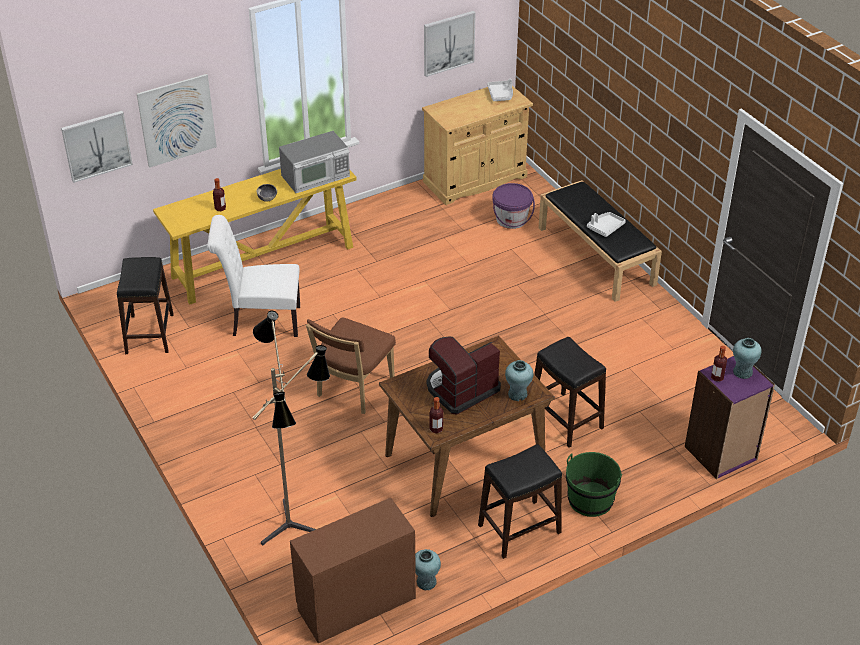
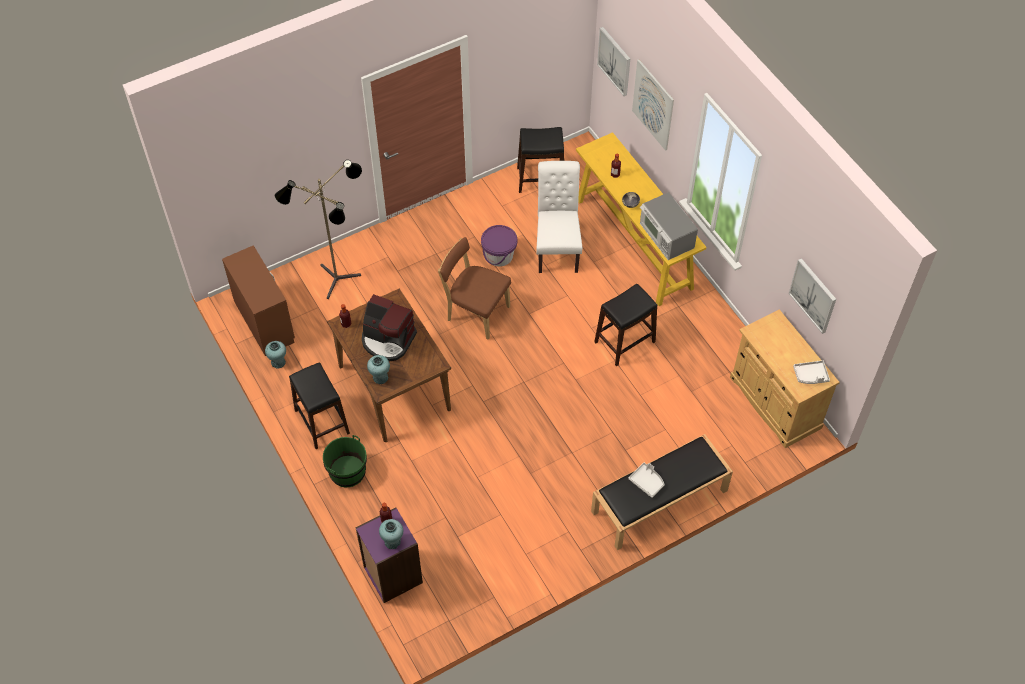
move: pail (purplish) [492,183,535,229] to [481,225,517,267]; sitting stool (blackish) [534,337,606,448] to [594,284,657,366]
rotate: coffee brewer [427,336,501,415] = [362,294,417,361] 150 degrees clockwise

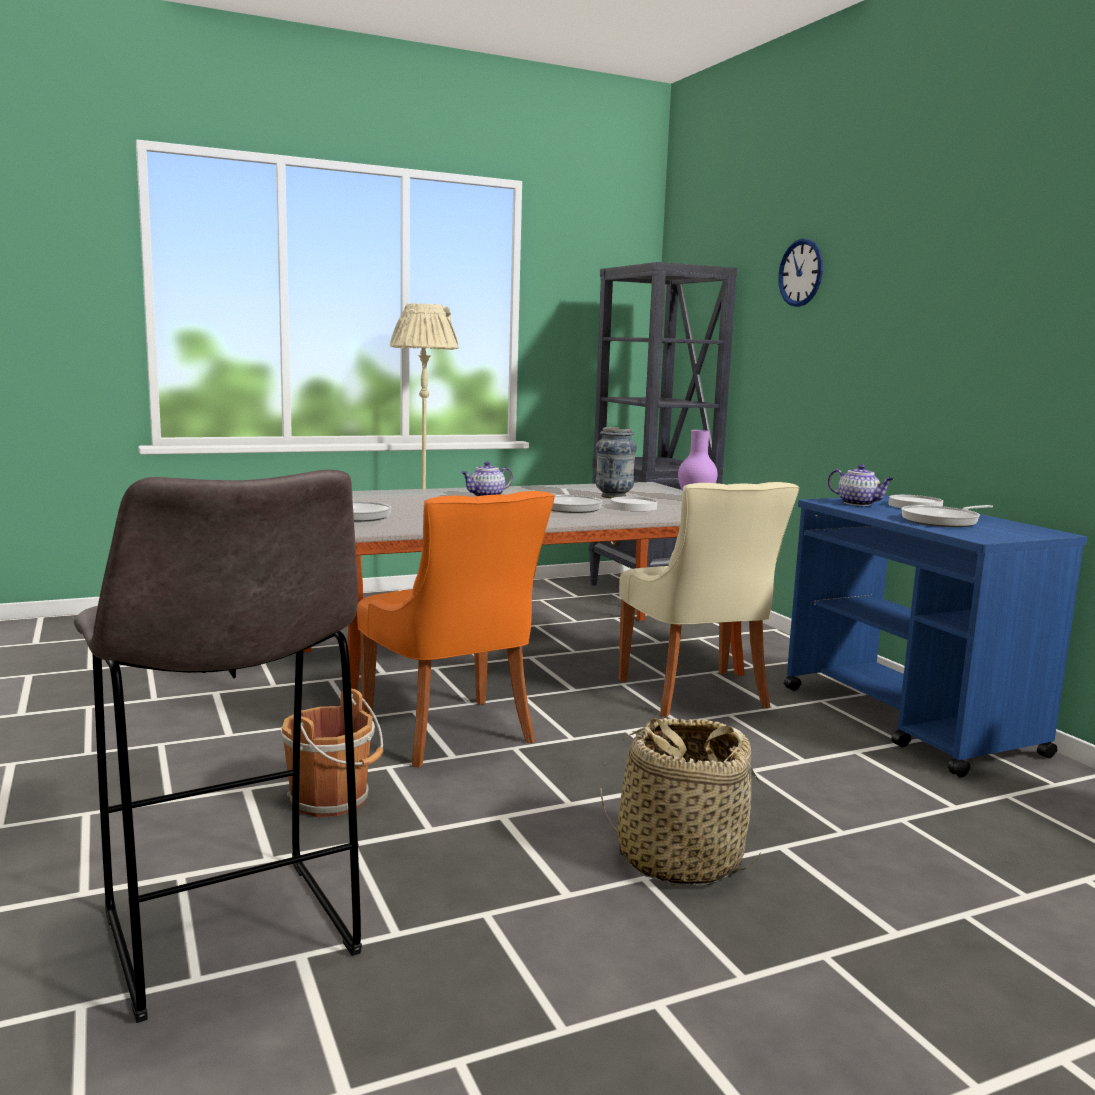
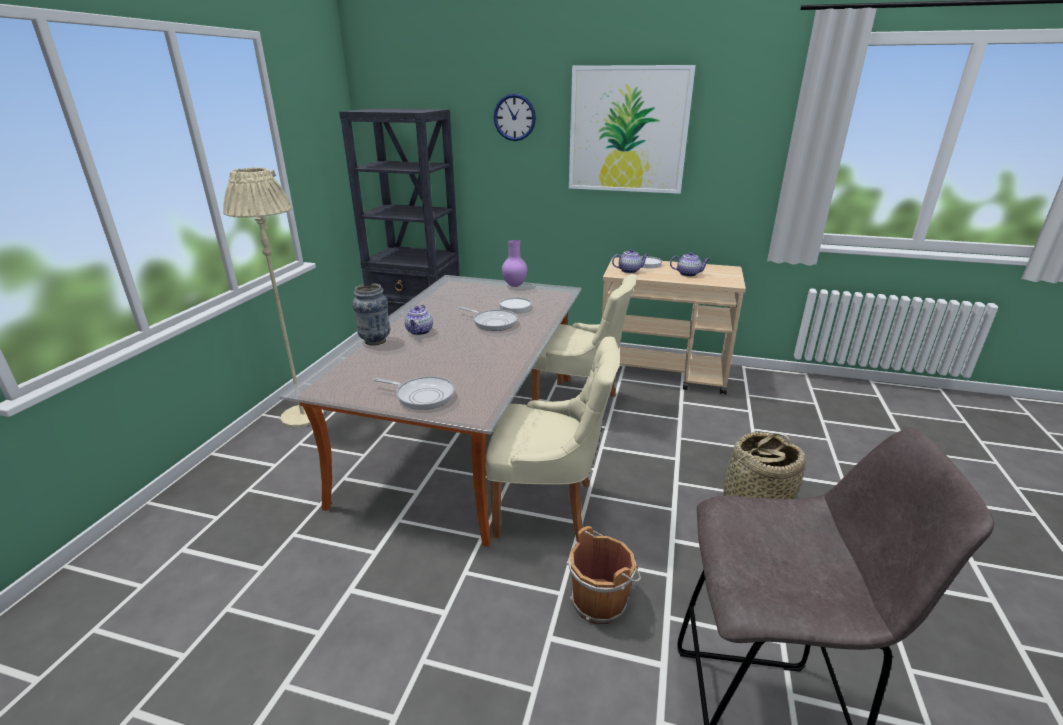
insert: wall art [569,65,696,194]
move: decorative vase [595,427,637,498] to [352,283,390,346]
replace: pan [901,505,993,527] to tea pot [670,252,710,277]
recolor: plain chair (orangey) [357,491,555,768] to plain chair (beige) [485,337,620,542]; trolley (bluish) [784,496,1087,778] to trolley (beige) [602,257,746,395]

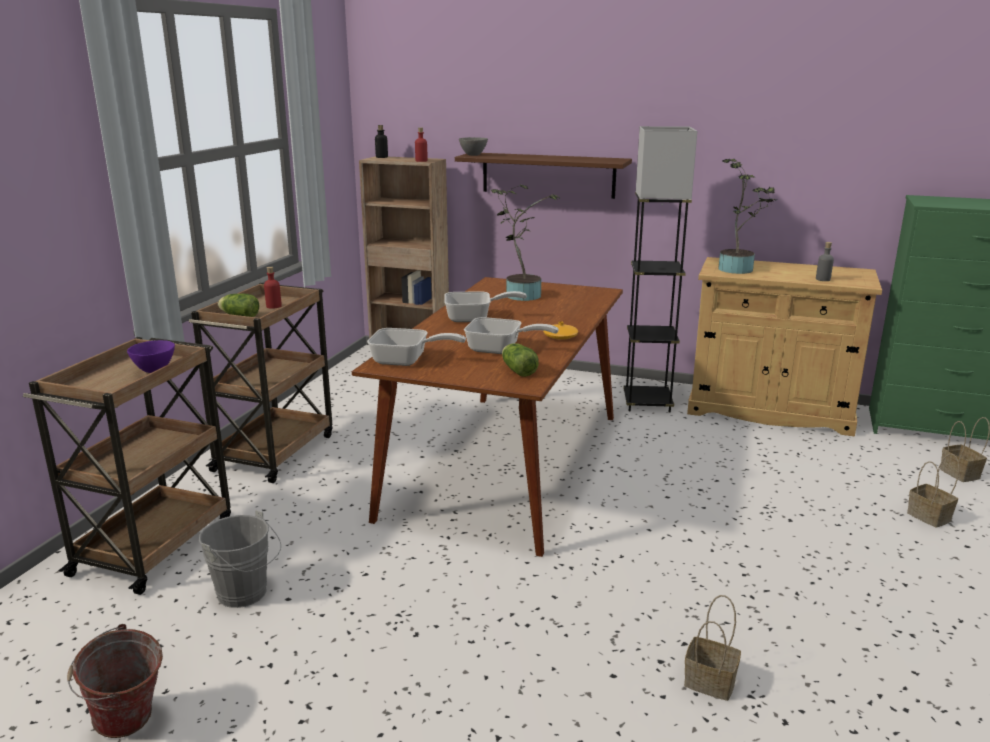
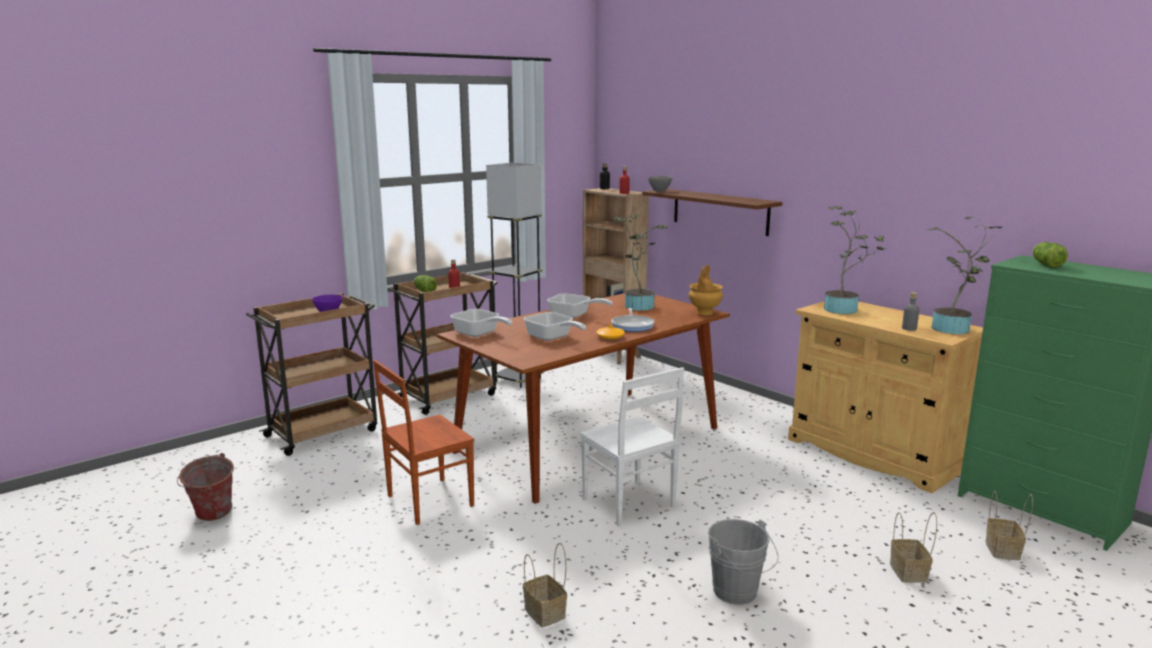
insert: plain chair (brown) [373,360,474,525]; plain chair (white-coloured) [580,367,684,527]; pan [611,308,654,332]; decorative vase (brown) [688,265,723,315]; houseplant [928,216,1002,334]
move: floor lamp (gray) [623,126,697,413] to [486,163,544,388]; pail (gray) [199,510,281,608] to [708,519,778,605]; head of lettuce [502,343,539,377] to [1032,242,1068,268]

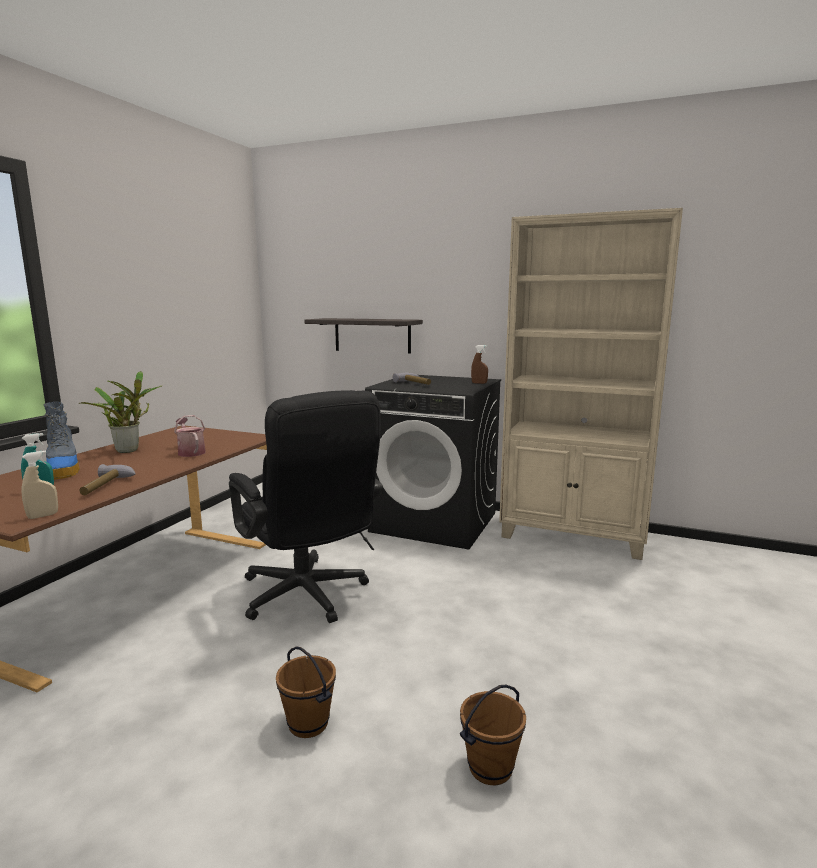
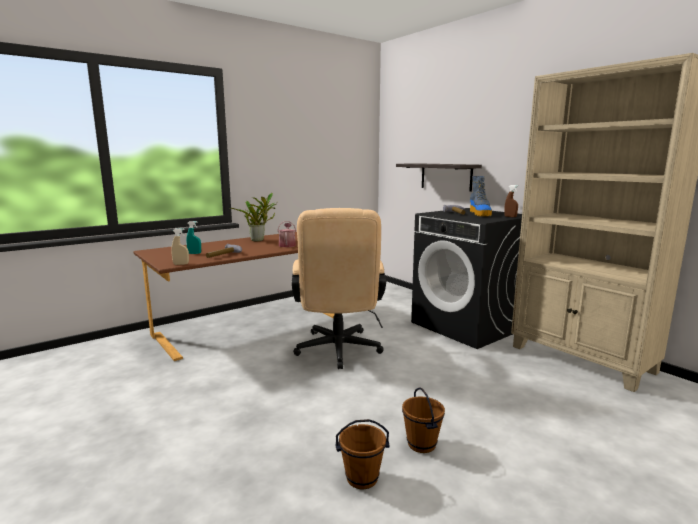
move: pail (brown) [276,646,336,738] to [402,387,445,453]; high-top boot [43,402,80,480] to [470,176,492,216]
recolor: office chair (blackish) [229,390,383,623] to office chair (beige) [292,208,386,369]

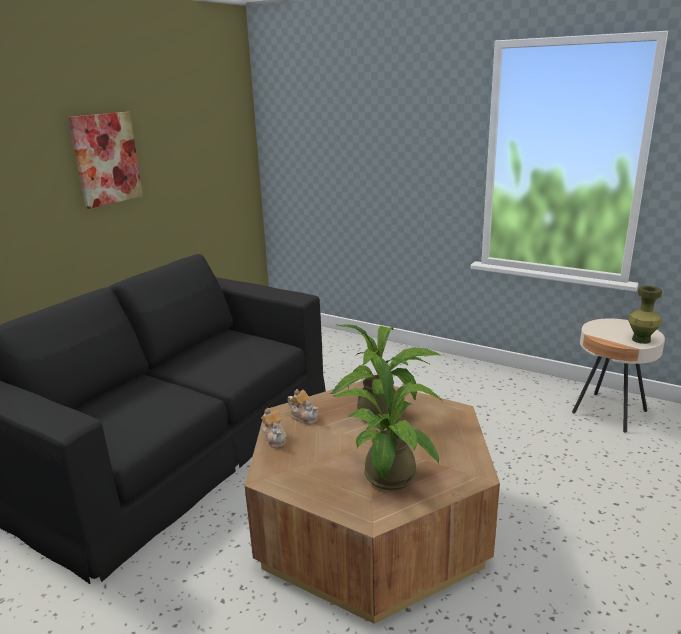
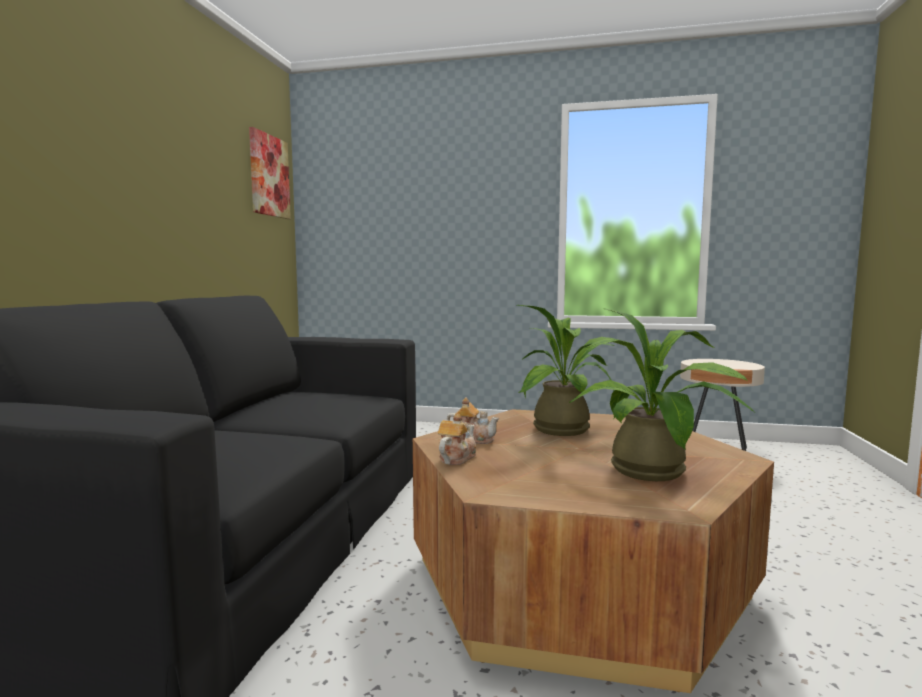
delete: decorative vase (greenish) [628,286,662,344]
move: wall art [68,112,143,209] to [249,127,291,219]
rotate: tea pot [261,408,287,448] = [438,413,476,465] 105 degrees counterclockwise

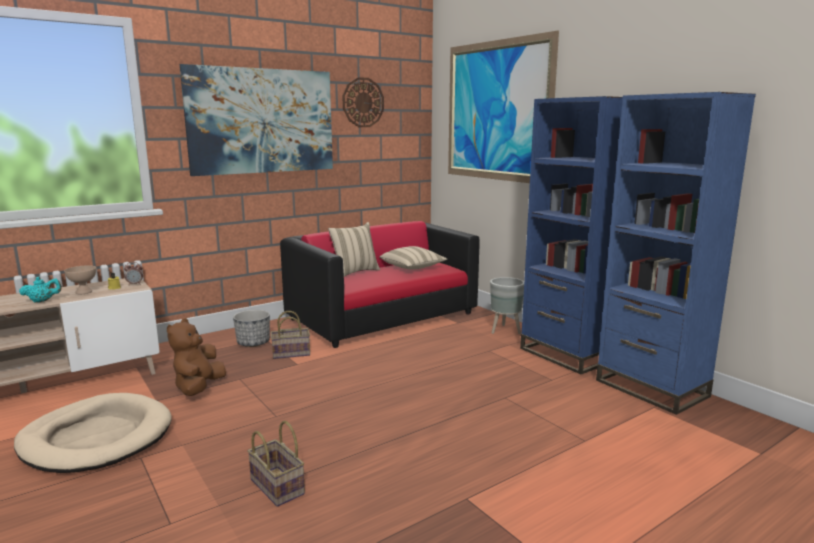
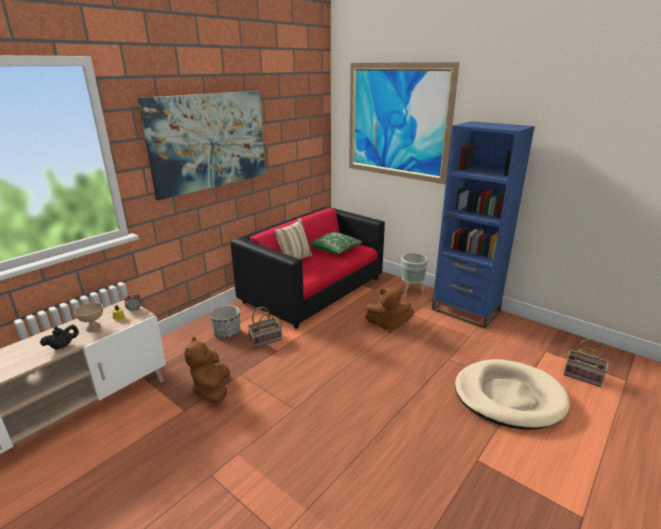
delete: clock on the wall [342,77,384,127]; bookshelf (bluish) [596,92,756,415]
insert: soft toy (brown) [365,287,414,333]
move: dog bed (beige) [14,393,172,473] to [455,359,569,430]; household basket [247,421,305,507] to [563,339,609,387]
recolor: tea pot (turquoise-coloured) [19,277,62,303] to tea pot (blackish) [40,324,79,350]; cushion (beige) [380,246,447,270] to cushion (greenish) [309,232,363,254]

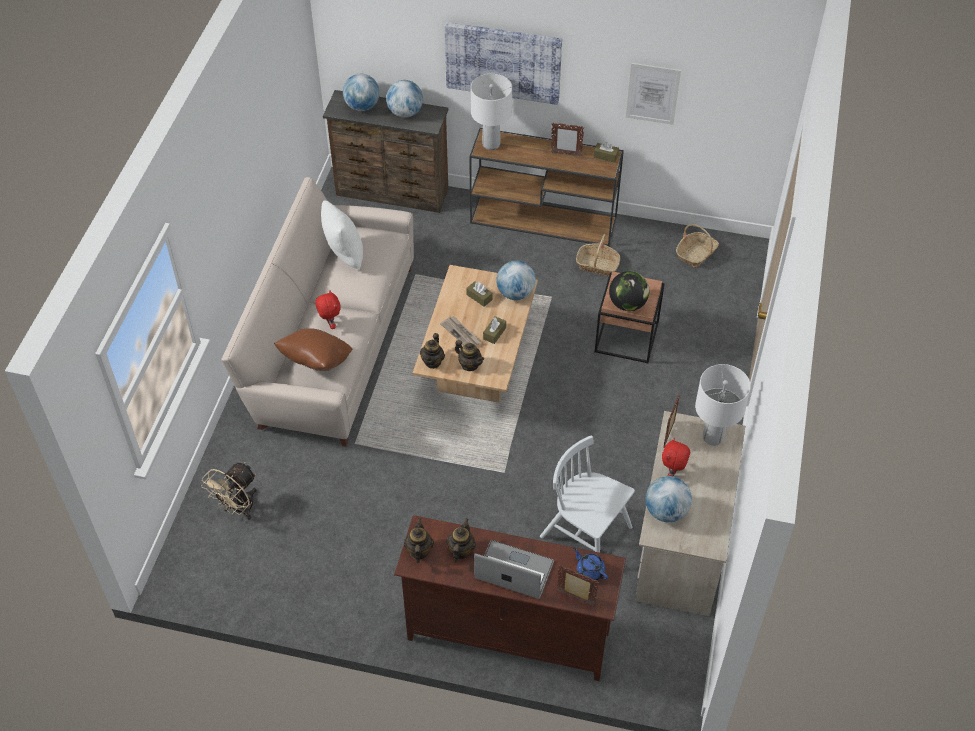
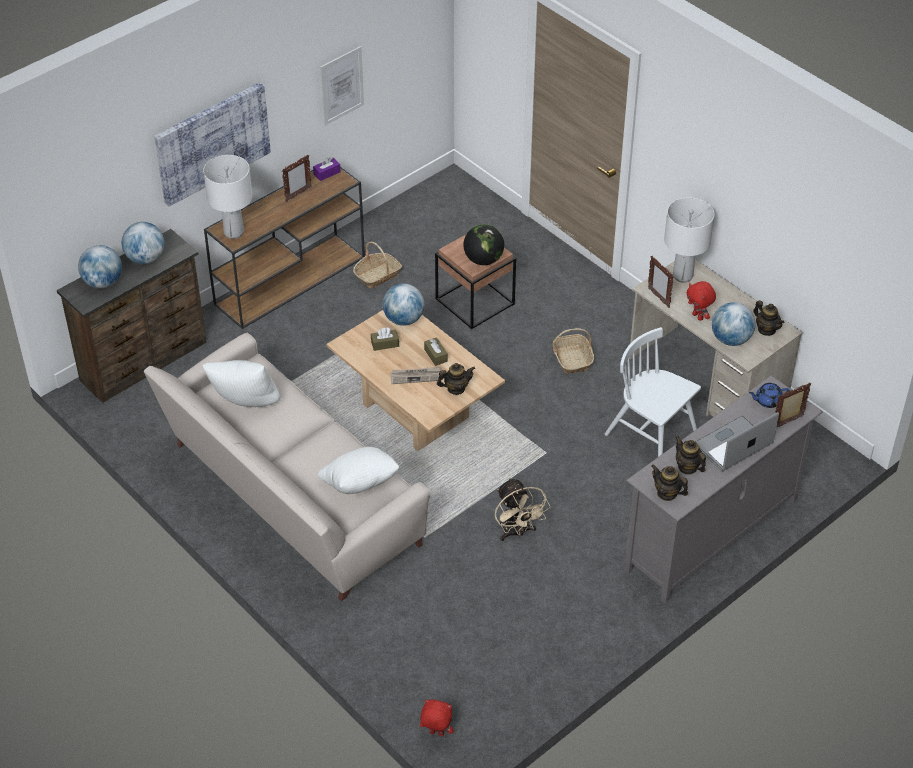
move: soft toy (reddish) [315,290,341,329] to [420,699,454,737]; fan (beige) [201,462,257,520] to [495,478,551,541]; household basket [676,224,719,268] to [553,328,594,374]; tea pot [420,333,445,369] to [753,300,784,336]
recolor: tissue box (brown) [593,142,619,163] to tissue box (purplish) [313,157,341,181]; cushion (brown) [274,328,352,371] to cushion (white-coloured) [317,447,399,494]; tv unit (brown) [394,515,626,681] to tv unit (gray) [624,375,823,604]
rotate: plain chair (white-coloured) [540,435,635,553] = [605,327,701,457] 60 degrees clockwise

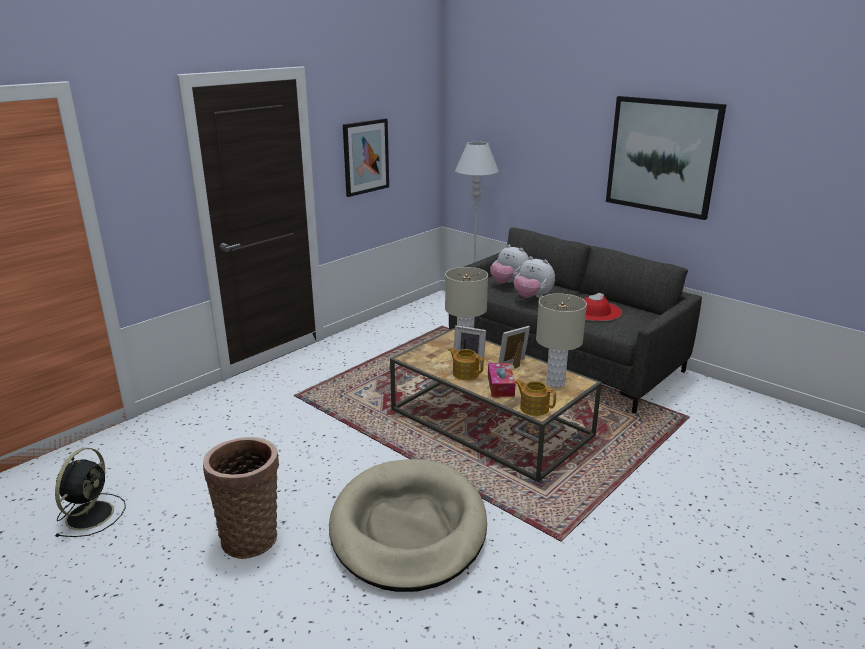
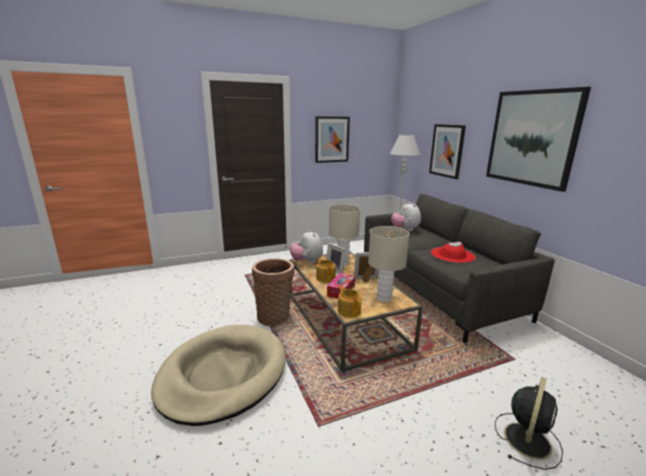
insert: wall art [429,124,466,179]
move: household basket [203,437,279,559] to [252,258,294,326]; soft toy [514,256,555,298] to [290,230,323,263]; fan (blackish) [55,448,126,537] to [495,377,563,470]

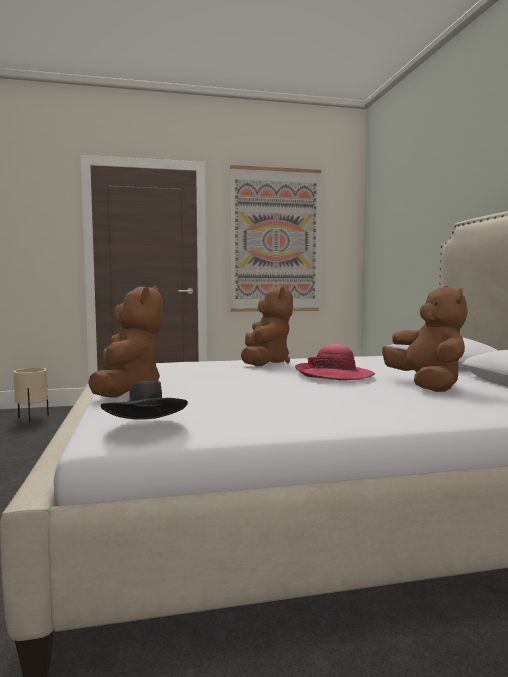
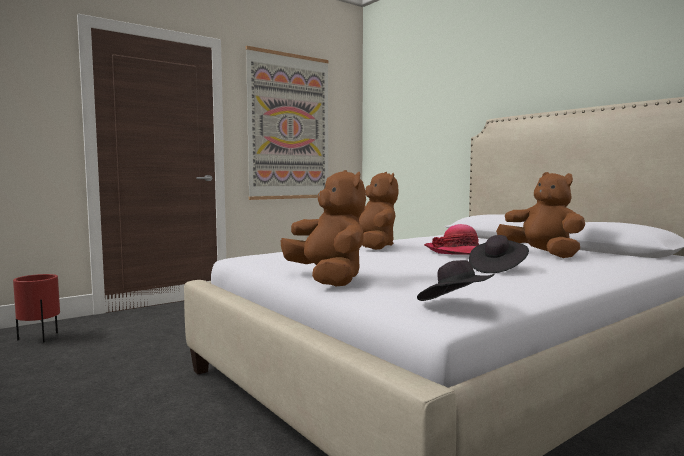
insert: hat (blackish) [469,235,529,273]
recolor: plant pot (beige) [13,368,49,422] to plant pot (reddish) [13,274,60,343]

